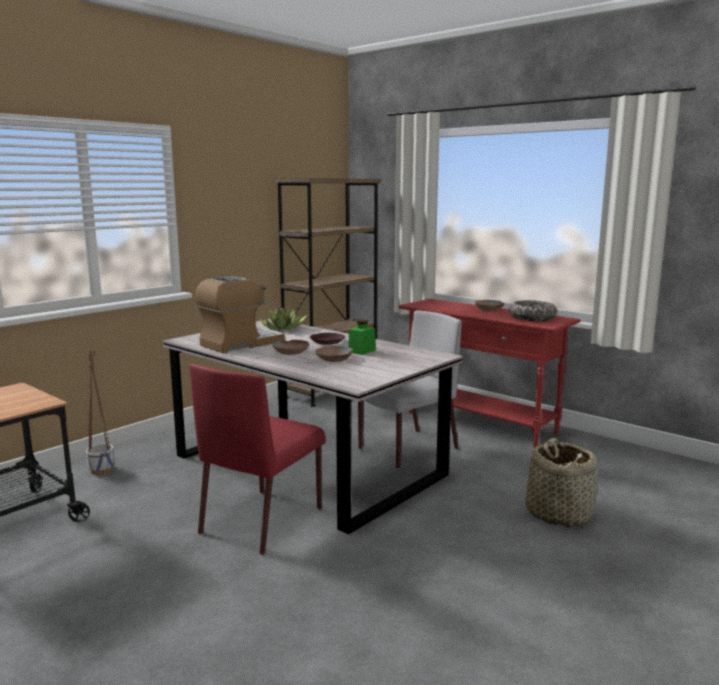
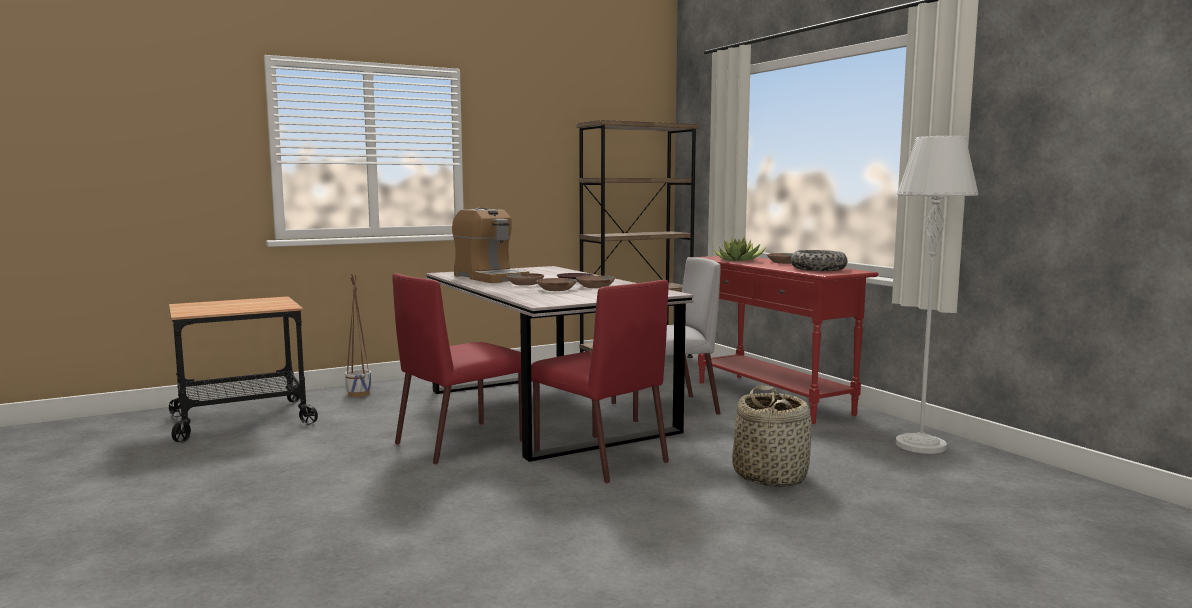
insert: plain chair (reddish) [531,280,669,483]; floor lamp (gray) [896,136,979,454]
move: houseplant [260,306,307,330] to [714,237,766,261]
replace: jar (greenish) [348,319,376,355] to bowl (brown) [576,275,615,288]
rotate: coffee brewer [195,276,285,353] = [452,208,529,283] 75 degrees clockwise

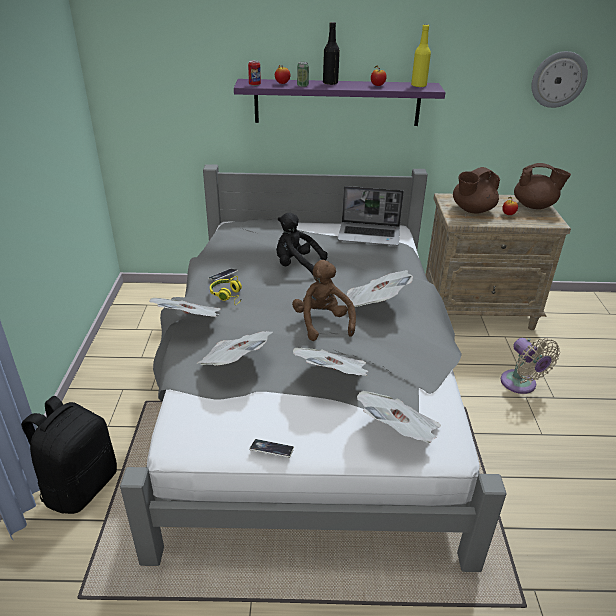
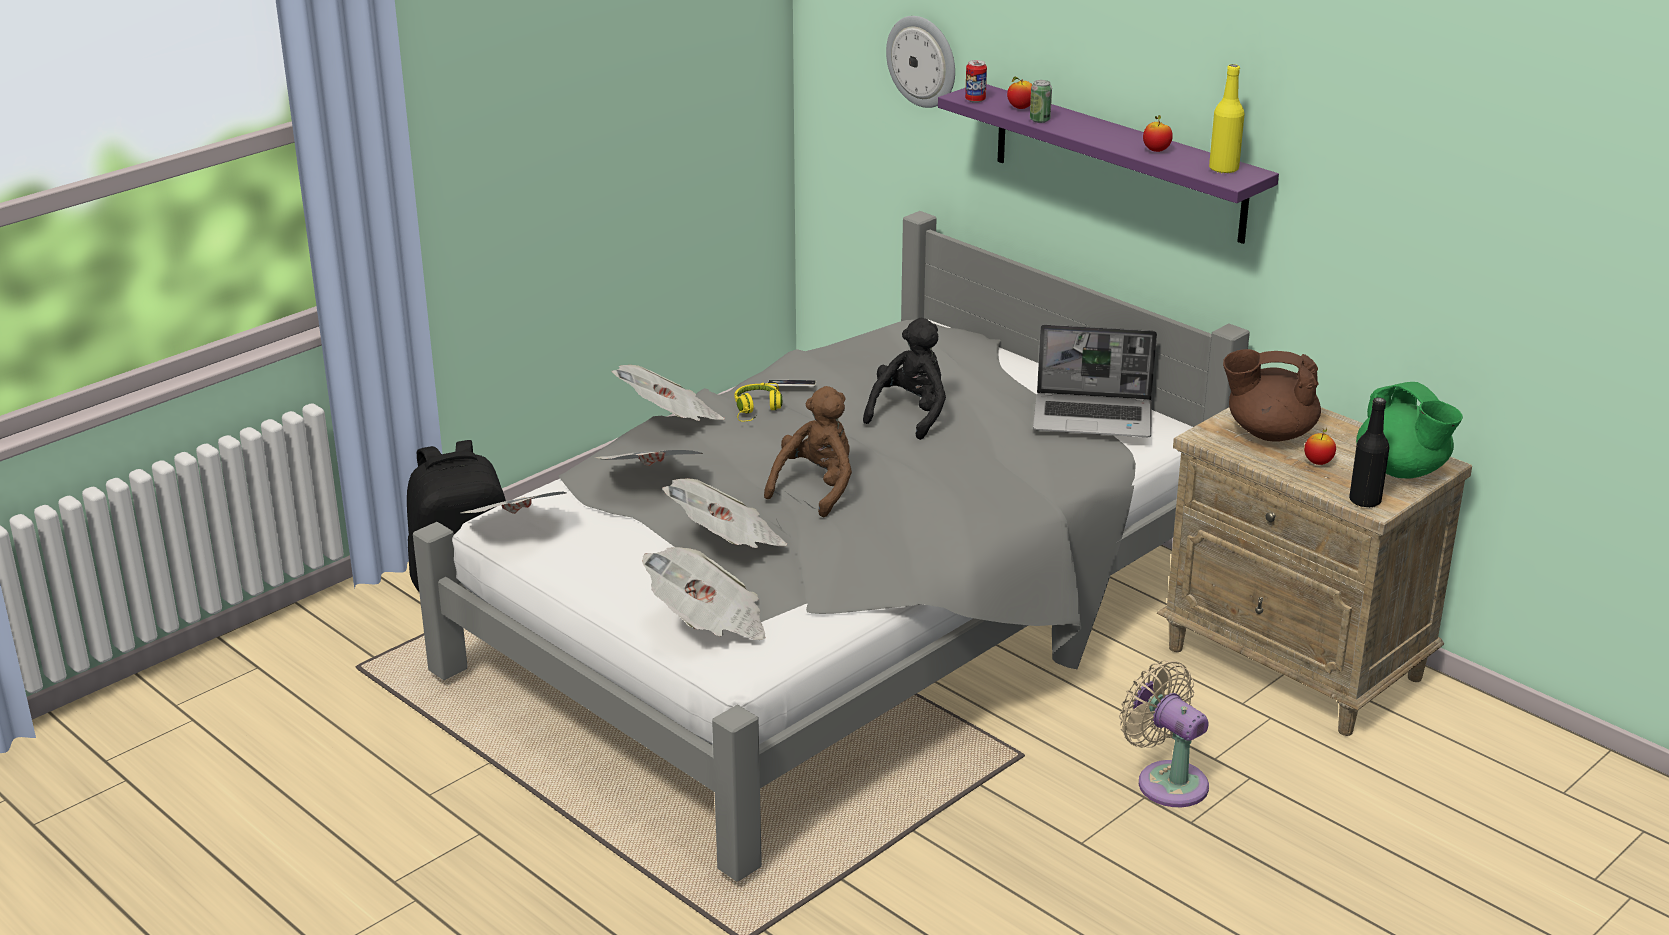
delete: phone [249,439,294,458]
move: daily paper [347,270,413,308] to [460,492,567,514]; clock on the wall [531,51,588,108] to [886,16,955,108]; beverage bottle (blackish) [323,22,340,85] to [1349,397,1389,508]
recolor: tea pot (brown) [514,163,571,209] to tea pot (greenish) [1356,382,1463,478]
rotate: soft toy (blackish) [276,213,328,275] = [863,318,946,440] 60 degrees clockwise; notebook computer [338,186,404,246] = [1033,324,1157,437] 45 degrees counterclockwise; fan (beige) [500,338,560,394] = [1119,660,1209,807] 120 degrees clockwise

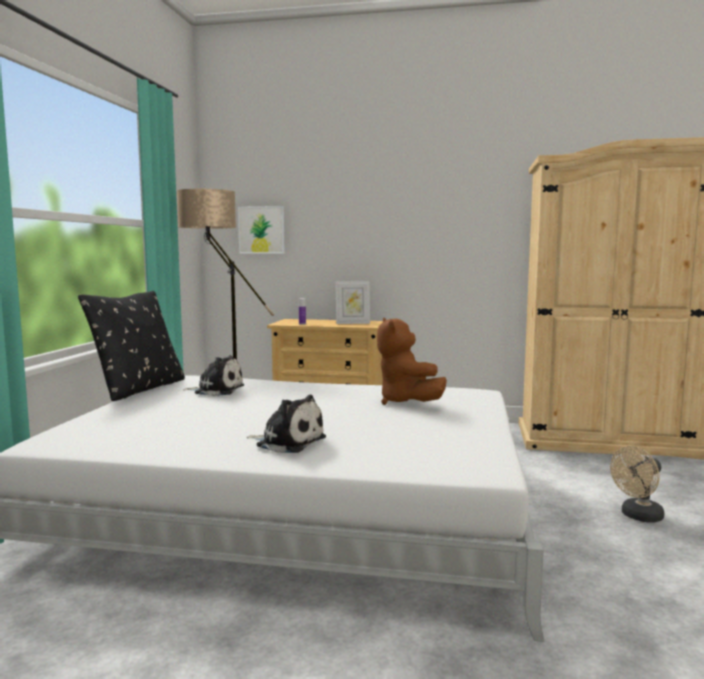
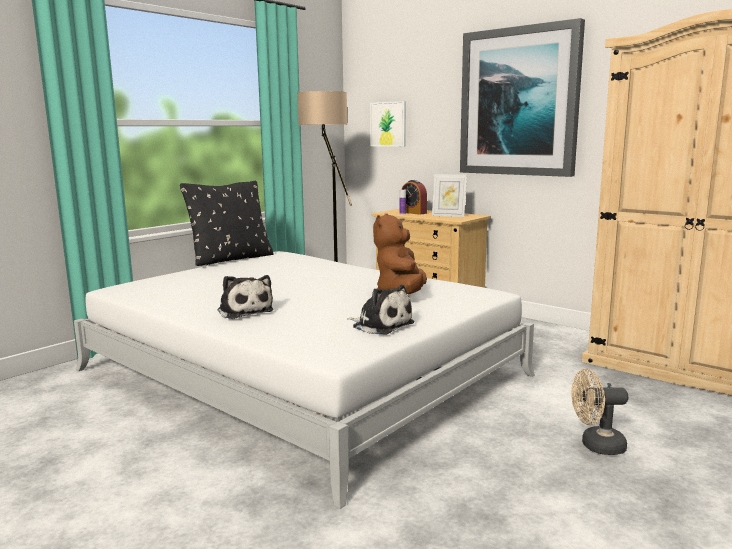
insert: table clock [401,180,427,215]; wall art [460,18,585,177]
move: soft toy [183,355,244,396] to [347,285,415,335]

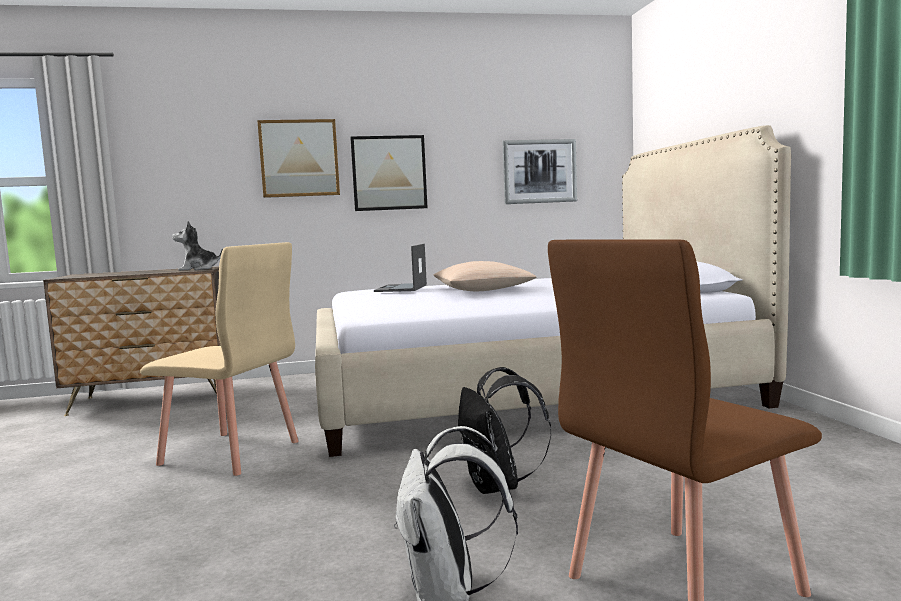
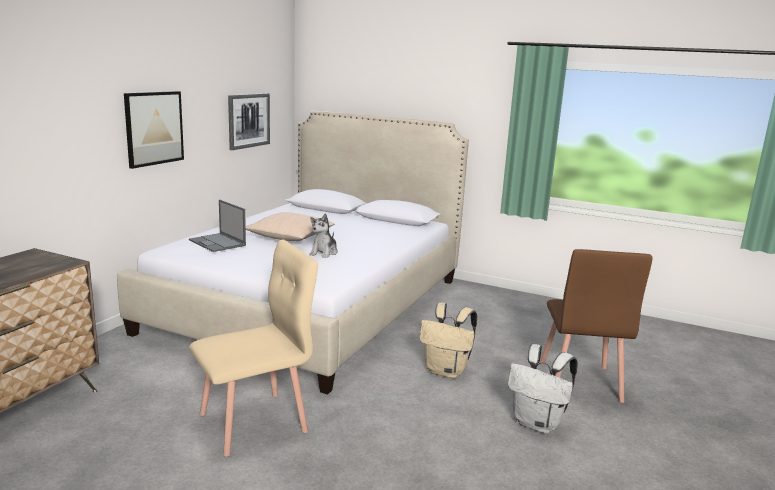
delete: wall art [257,119,340,198]
move: soft toy [172,221,223,271] to [309,214,338,258]
recolor: backpack (blackish) [458,367,551,494] to backpack (beige) [419,303,477,378]

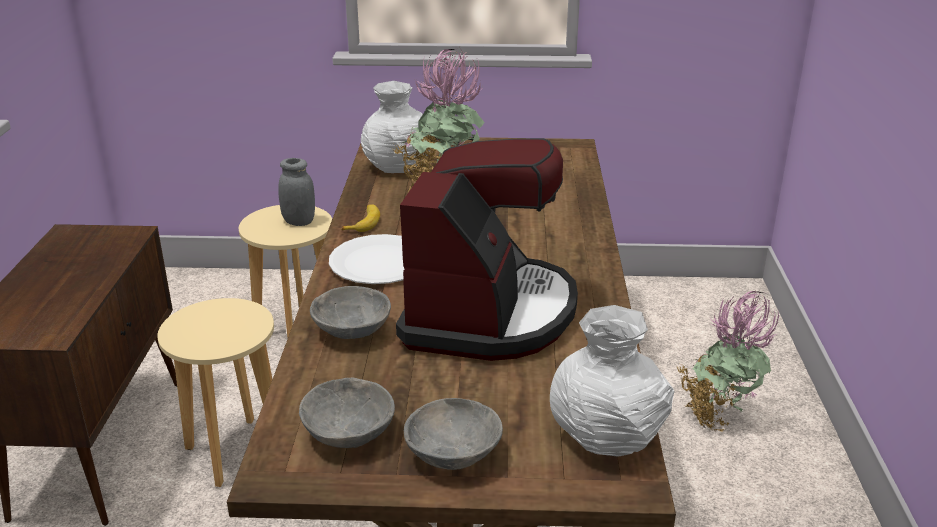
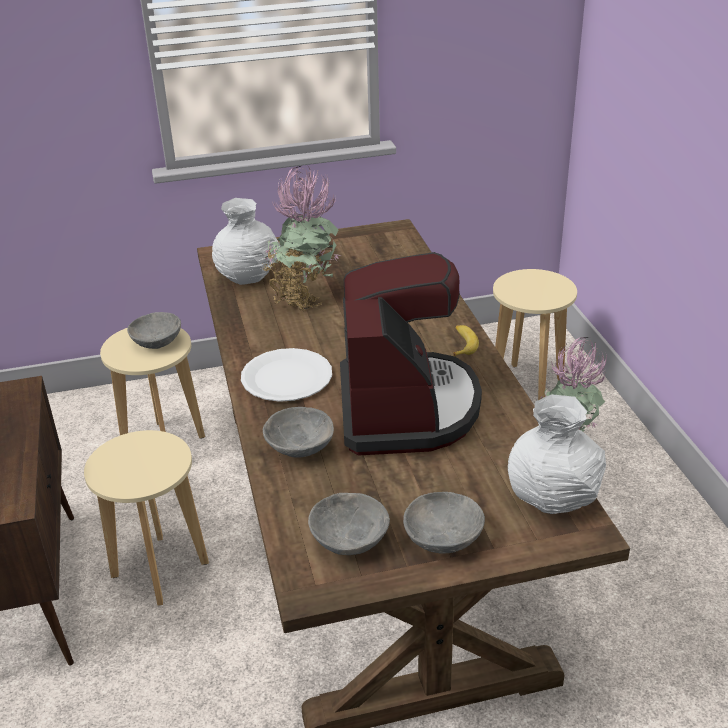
insert: sitting stool (beige) [493,269,577,400]
move: banana fruit [342,204,380,232] to [453,325,479,356]
replace: jar (gray) [278,158,315,226] to bowl (gray) [127,312,181,349]

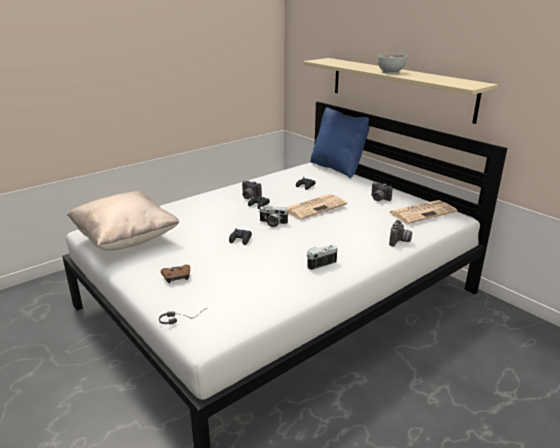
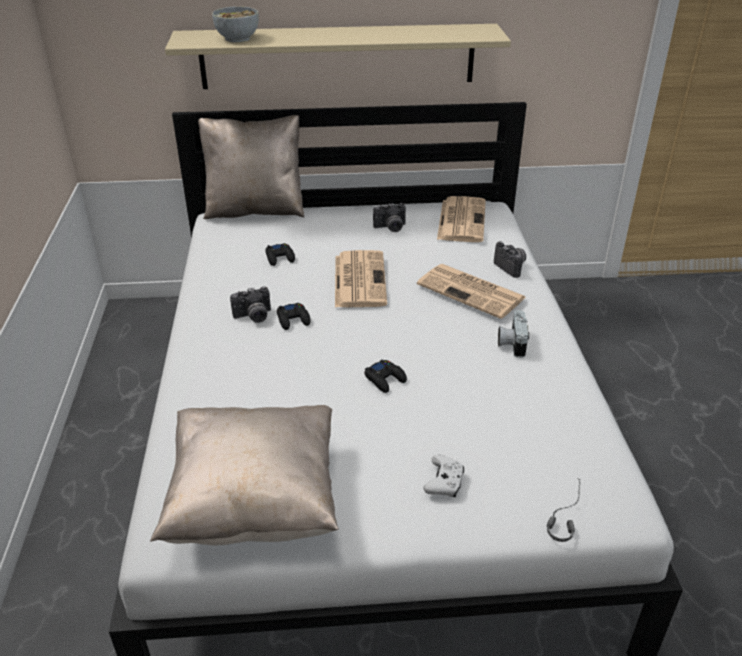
delete: photo camera [260,206,289,227]
insert: daily paper [417,264,526,319]
move: bowl [378,54,407,74] to [212,6,259,42]
recolor: cushion (bluish) [310,107,370,179] to cushion (beige) [198,115,304,219]; gamepad (brown) [161,264,190,283] to gamepad (white-coloured) [423,455,464,497]

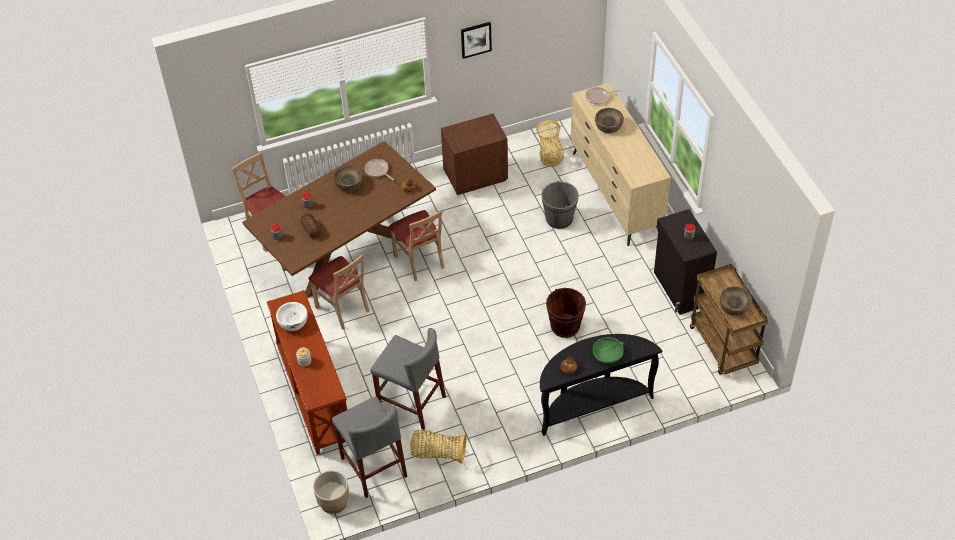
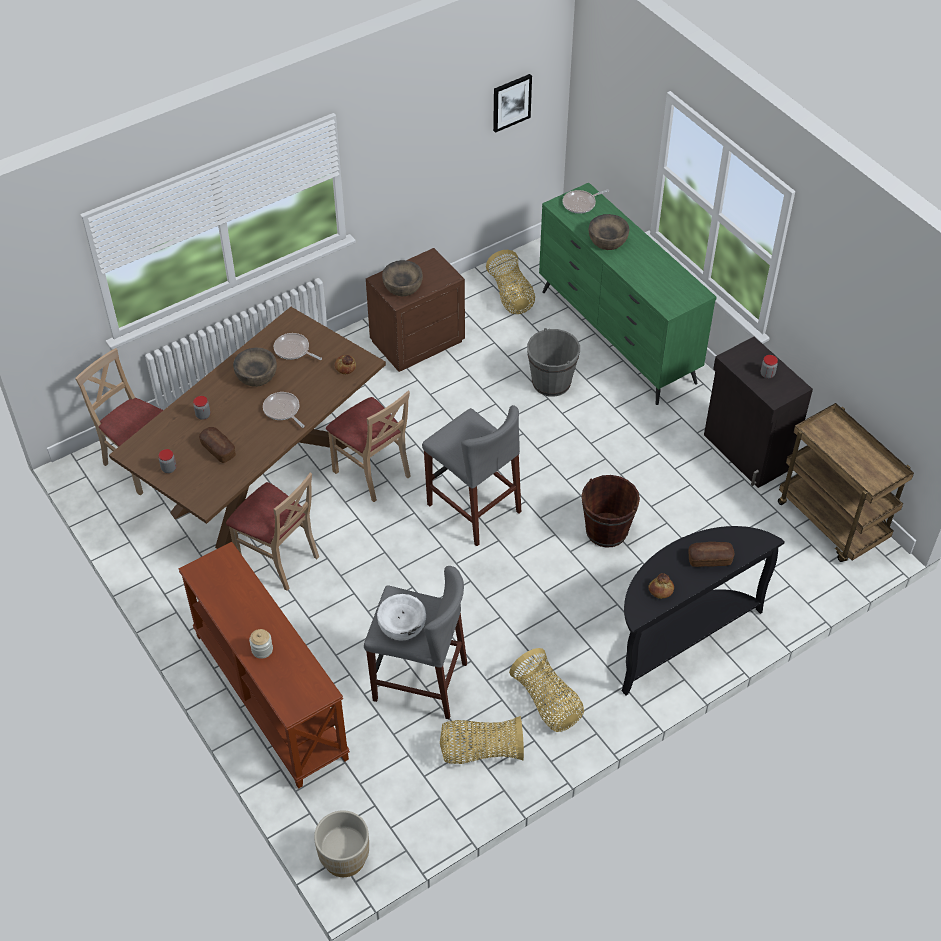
insert: pan [263,392,305,428]; household basket [509,648,584,732]
move: bowl (white-coloured) [276,302,308,331] to [377,594,426,641]; bowl (brown) [720,287,752,316] to [382,260,423,296]; sitting stool (gray) [332,396,407,498] to [422,405,521,546]; wall art [461,22,492,59] to [493,74,532,133]
replace: bowl (greenish) [593,337,624,364] to bakery bread [689,542,734,567]
recolor: chest of drawers (beige) [571,83,671,246] to chest of drawers (greenish) [539,183,717,405]

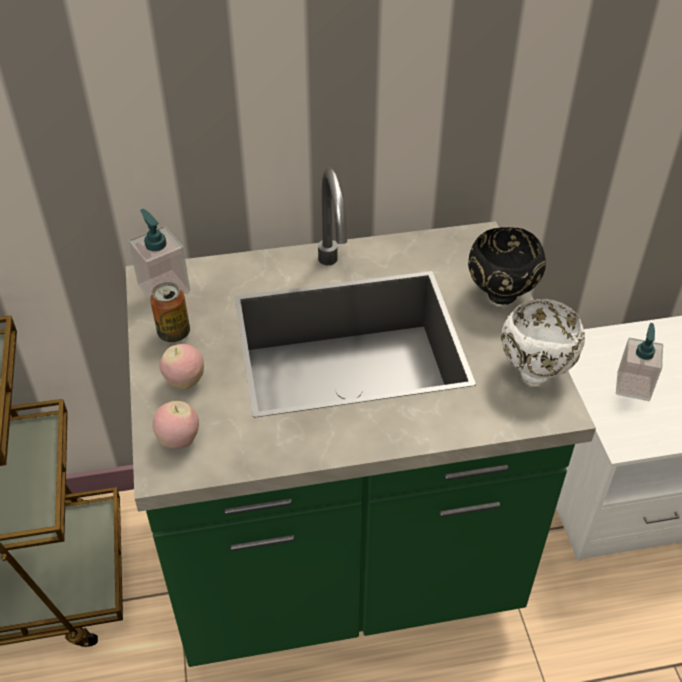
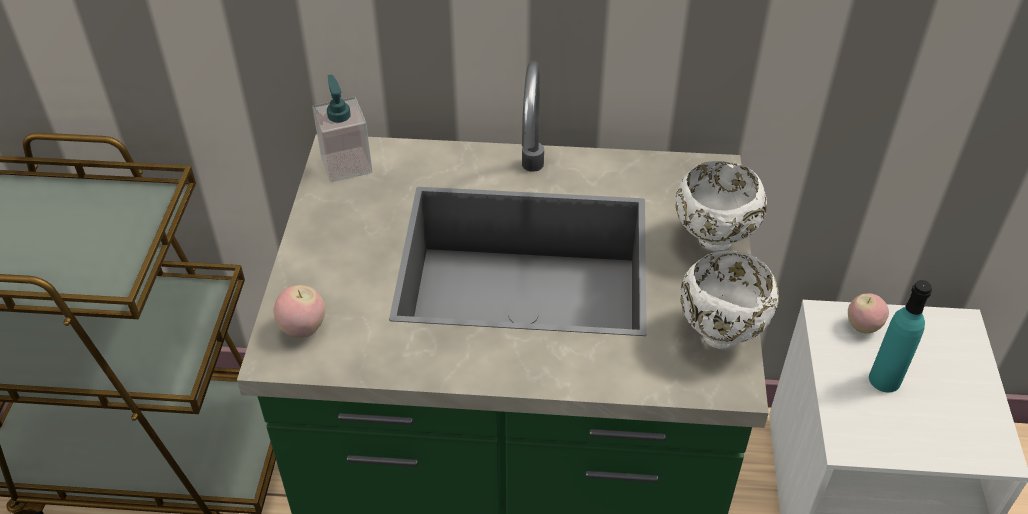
delete: sealed can [150,282,190,342]
move: whole apple [159,344,204,389] to [848,293,889,334]
replace: soap dispenser [616,323,663,401] to beverage bottle (turquoise-coloured) [869,280,932,393]
recolor: bowl (blackish) [468,227,546,305] to bowl (white-coloured) [676,161,767,252]

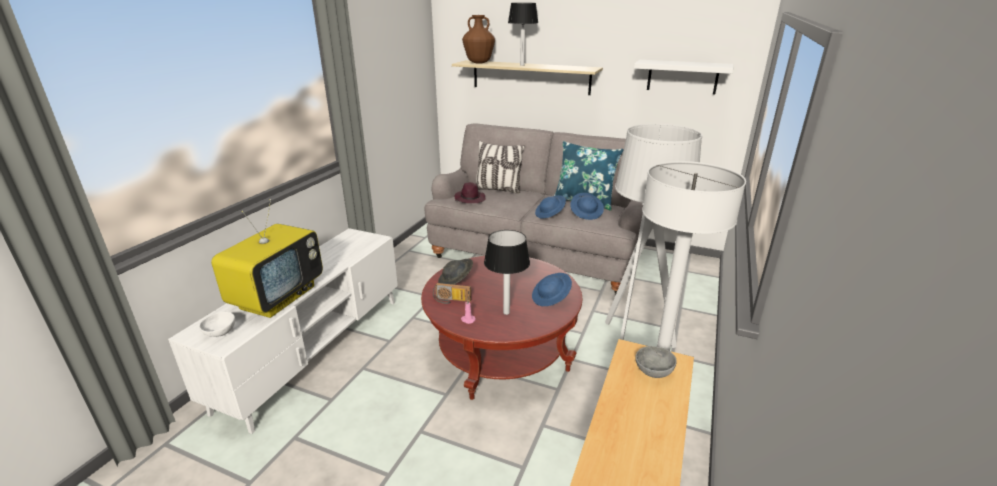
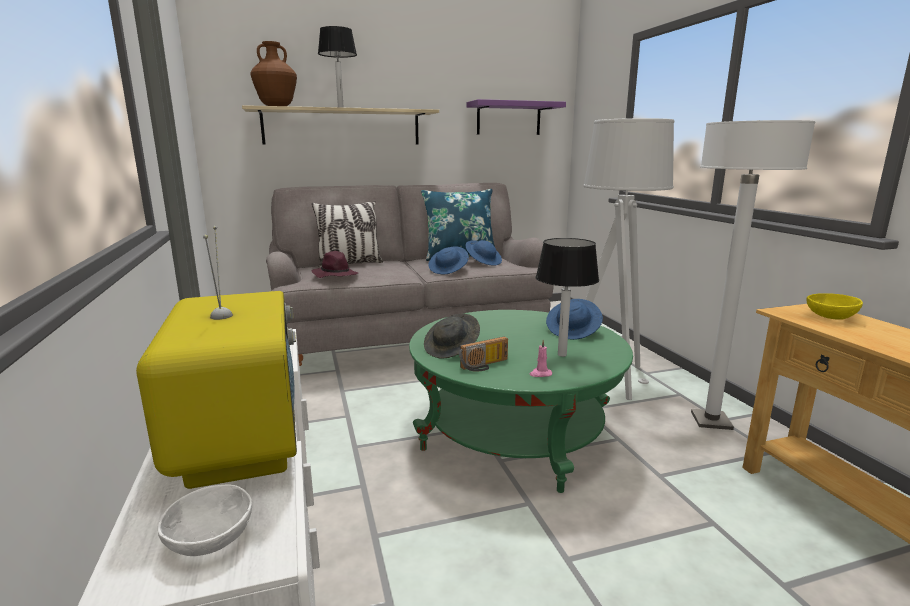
recolor: low table (reddish) [421,256,582,400] to low table (greenish) [409,310,633,493]; wall shelf (white-coloured) [634,60,733,94] to wall shelf (purplish) [466,99,566,135]; bowl (gray) [635,346,677,378] to bowl (yellowish) [806,293,863,320]

